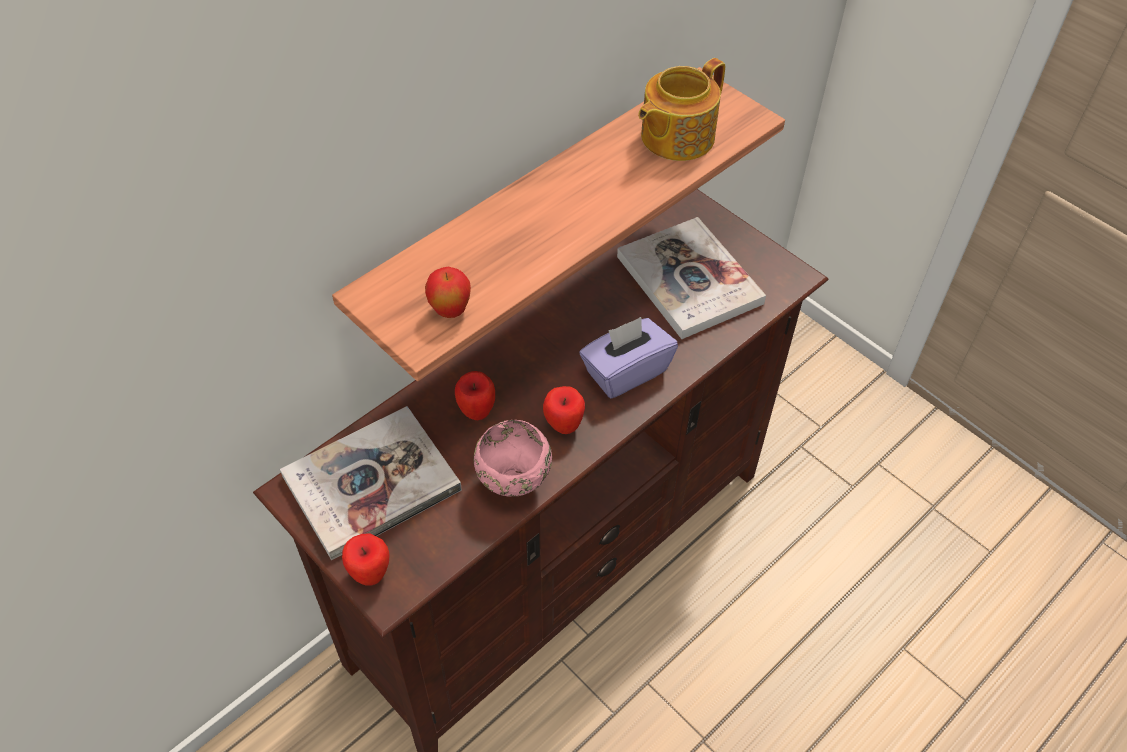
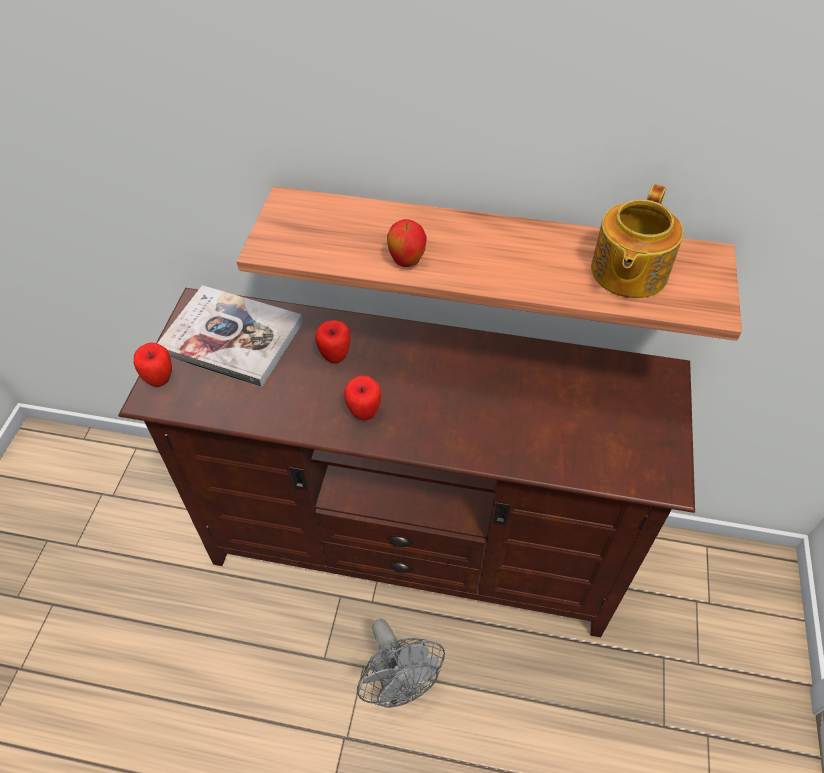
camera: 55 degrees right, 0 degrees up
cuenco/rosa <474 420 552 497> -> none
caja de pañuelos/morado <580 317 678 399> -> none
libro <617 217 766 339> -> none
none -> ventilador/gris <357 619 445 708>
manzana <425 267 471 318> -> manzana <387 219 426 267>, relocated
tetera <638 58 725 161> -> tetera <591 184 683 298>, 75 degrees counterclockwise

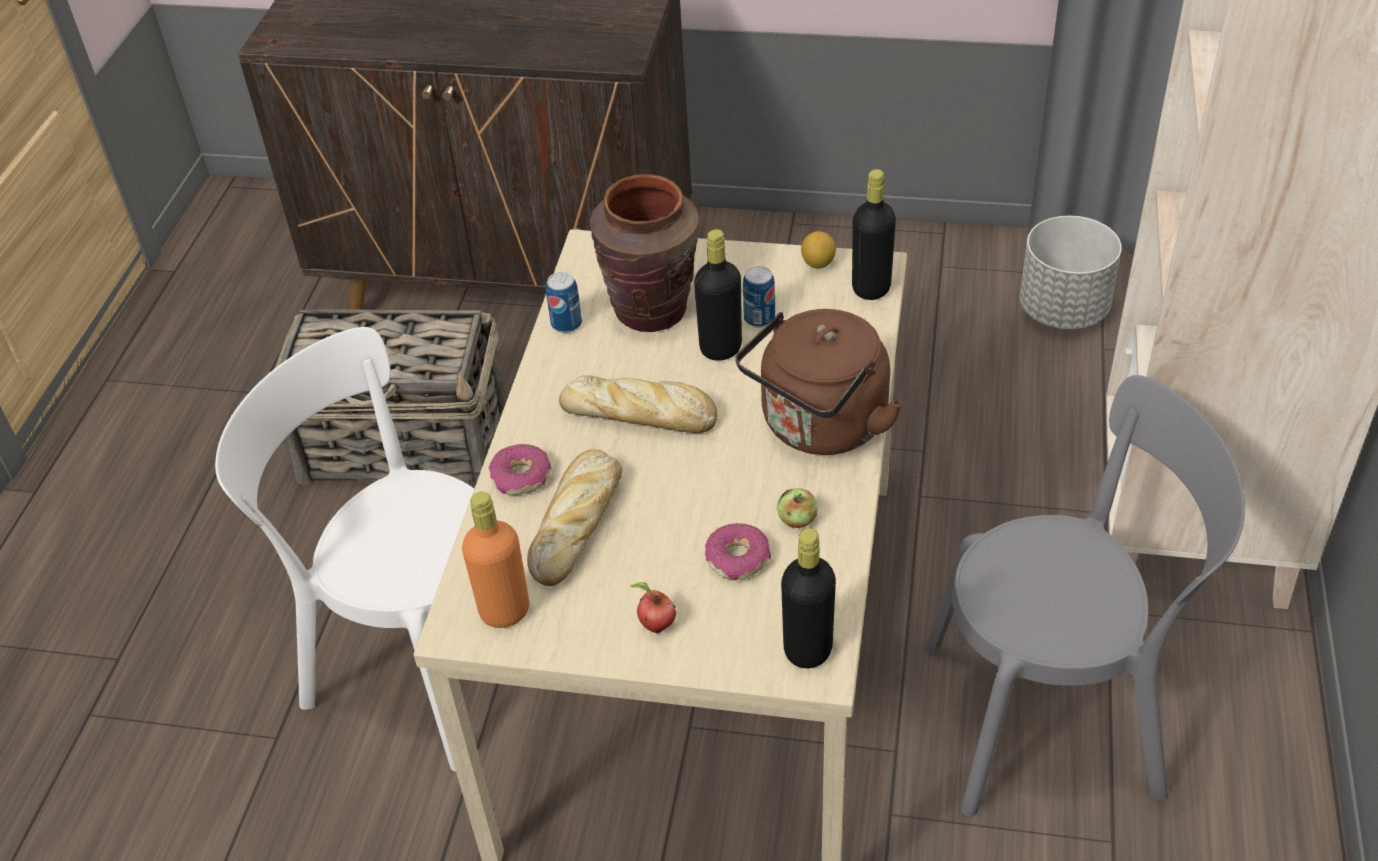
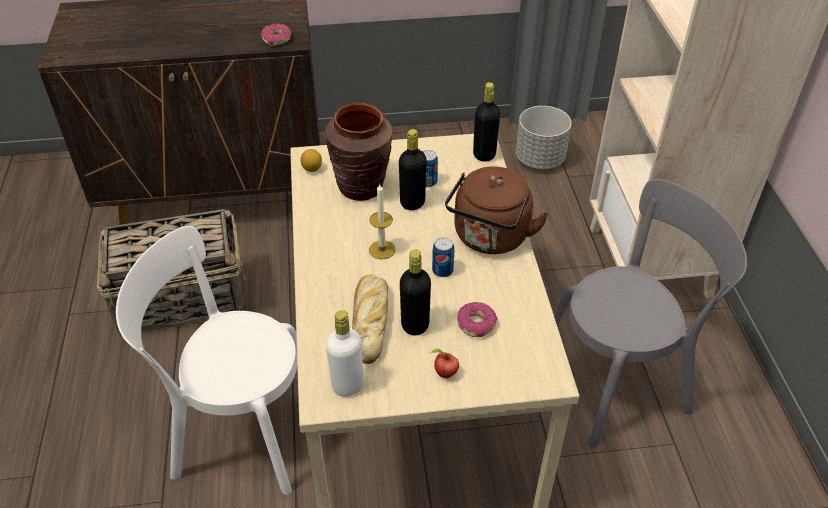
camera: 20 degrees left, 0 degrees up
manzana <777 488 818 528> -> none
rosquilla <489 444 552 495> -> rosquilla <261 24 291 46>, relocated
lata <546 272 582 333> -> lata <432 237 454 277>, relocated
botella/negro <781 528 836 668> -> botella/negro <400 249 431 335>, relocated
limón <801 231 836 269> -> limón <300 149 322 172>, relocated
pan <559 375 718 433> -> vela <369 184 396 259>
botella/naranja <462 492 529 628> -> botella/blanco <326 310 363 397>

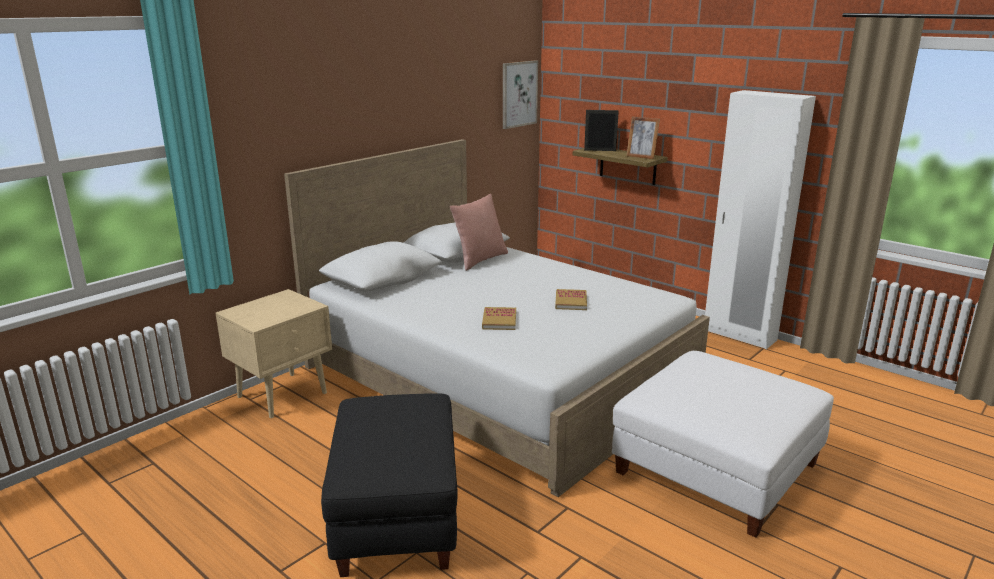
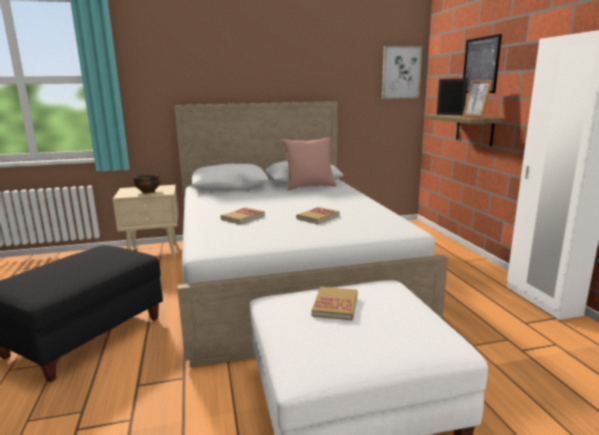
camera: 35 degrees right, 5 degrees down
none -> cuenco <133 174 160 193>
none -> libro <312 287 358 320>
none -> cuadro <463 34 502 93>

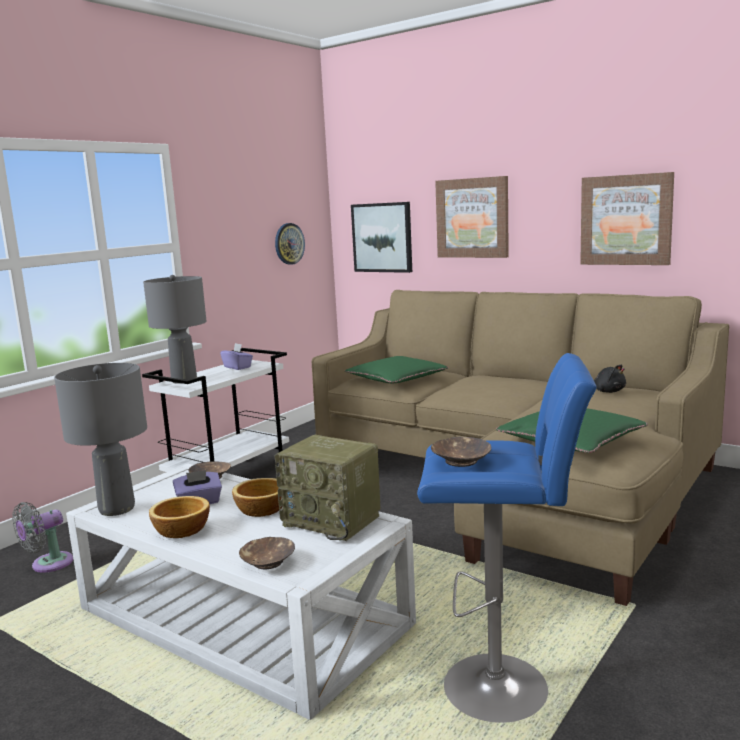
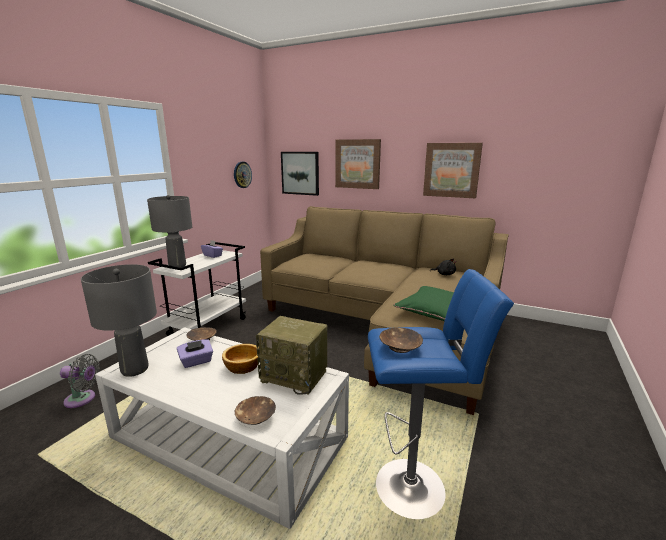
camera: 10 degrees left, 5 degrees up
cuenco <149 496 210 538> -> none
cojín/verde <345 356 448 383> -> none
ventilador/gris <12 502 73 573> -> ventilador/gris <60 354 100 408>, 120 degrees counterclockwise

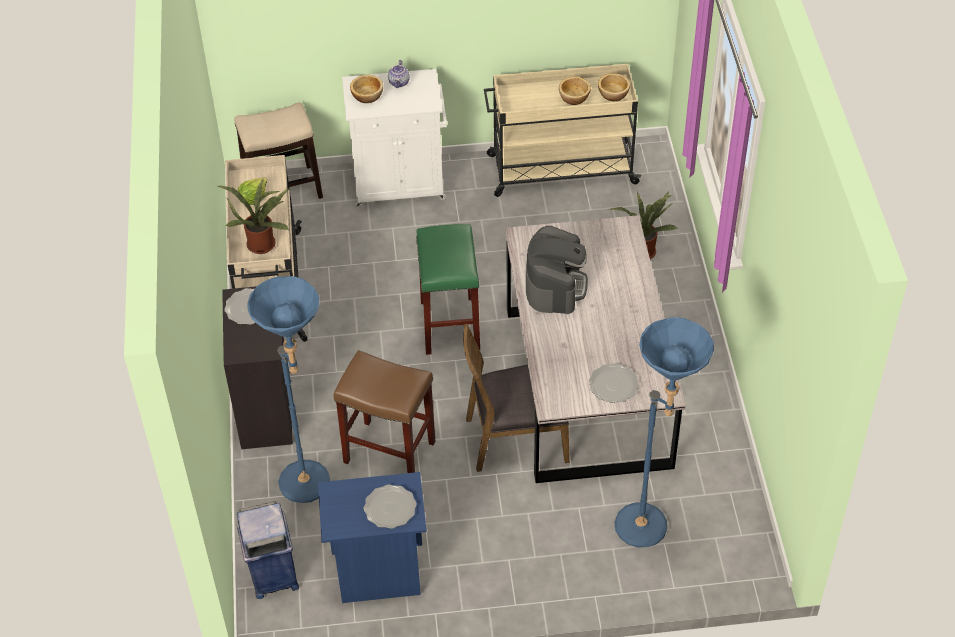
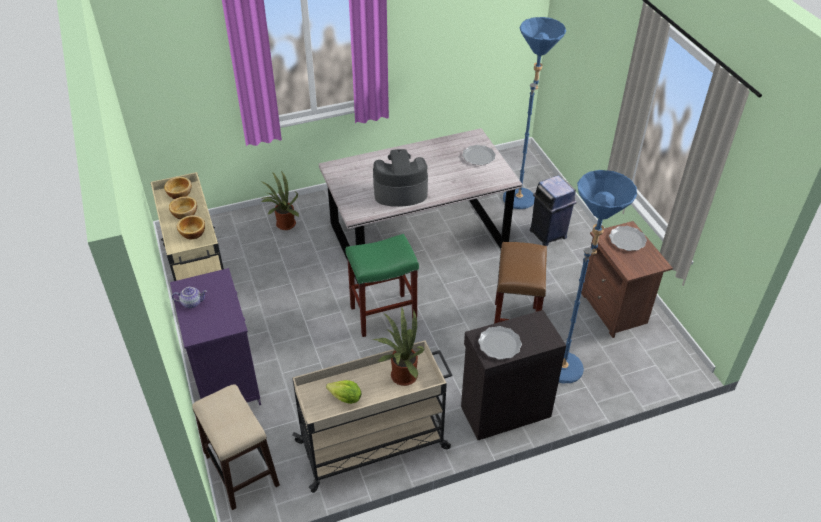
camera: 105 degrees left, 5 degrees down
silla/marrón <463 324 570 472> -> none
papelera/azul <237 501 299 599> -> papelera/azul <530 176 576 246>, relocated
cuenco <350 75 383 103> -> cuenco <177 215 205 239>, relocated
mesita de noche/azul <318 472 427 603> -> mesita de noche/marrón <581 221 673 338>
armario/blanco <342 69 447 208> -> armario/morado <170 268 261 405>

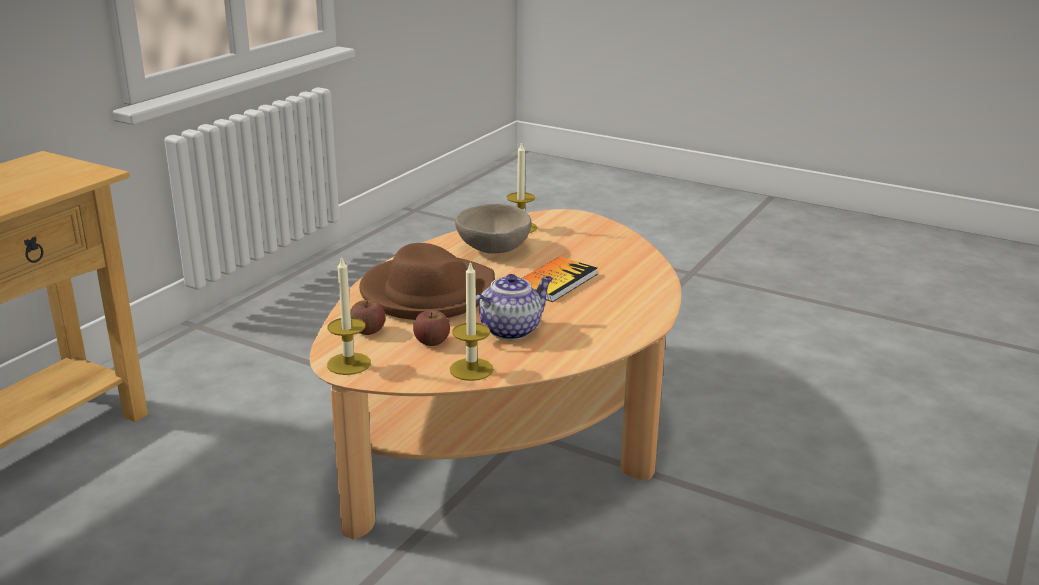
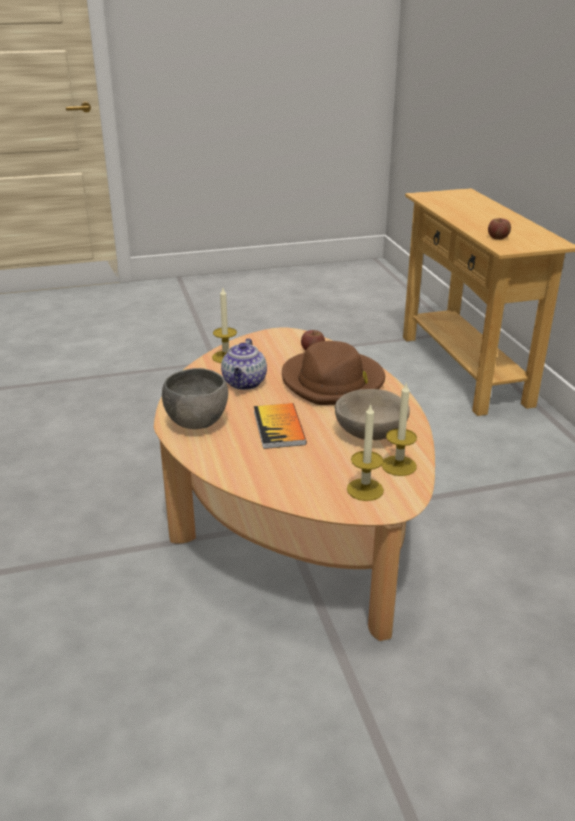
camera: 135 degrees right, 5 degrees up
none -> cuenco/gris <162 368 228 429>
vela <327 255 371 375> -> vela <347 403 384 501>, relocated
manzana <413 310 450 346> -> manzana <488 218 511 240>, relocated

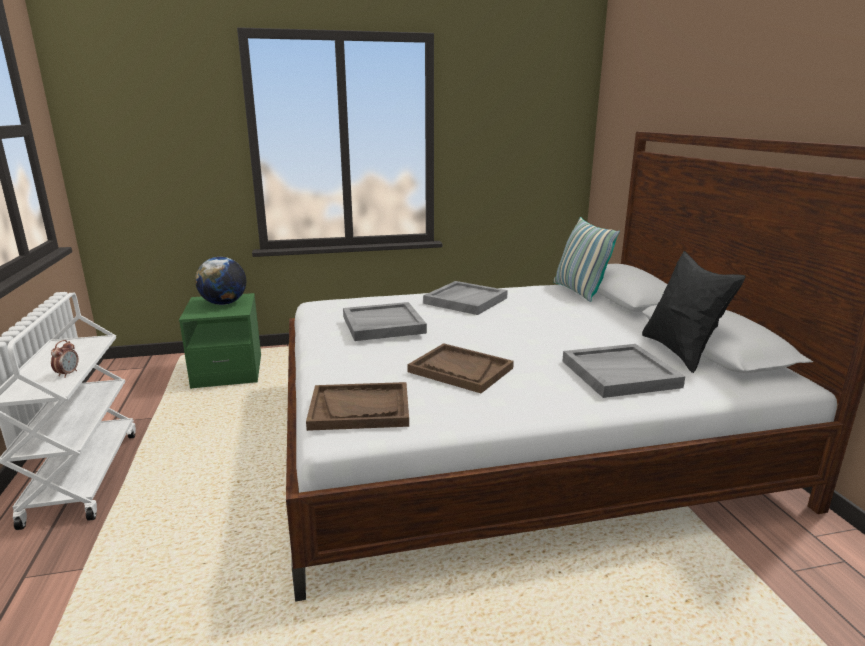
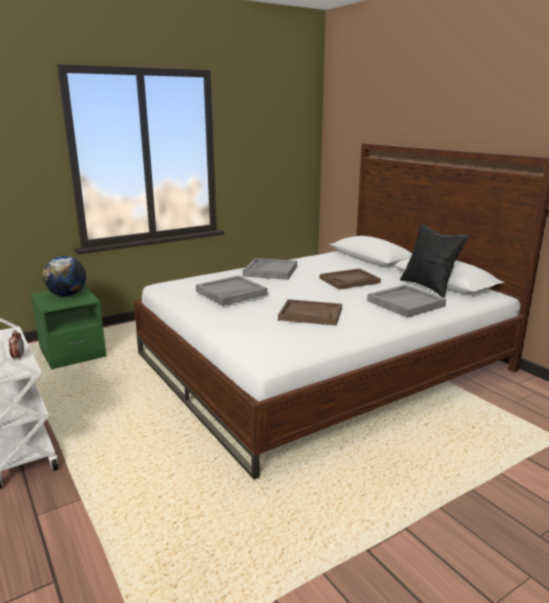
camera: 20 degrees left, 0 degrees up
cojín <554 217 620 302> -> none
bandeja/marrón <306 382 409 431> -> bandeja/marrón <320 268 381 289>, relocated

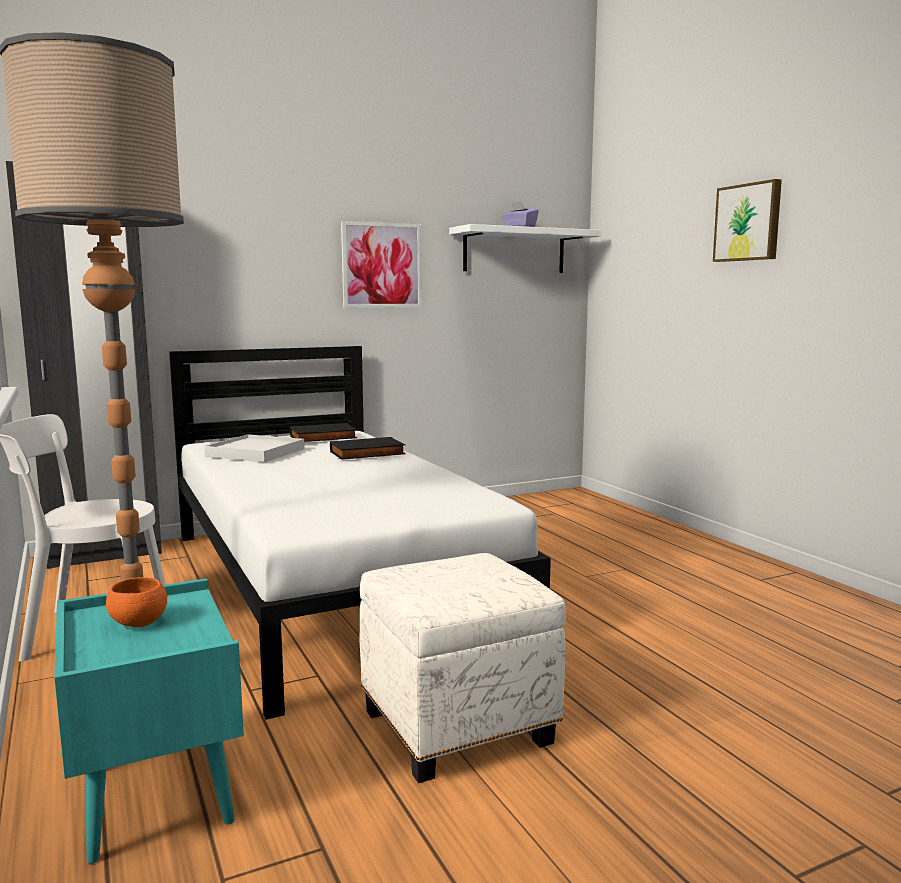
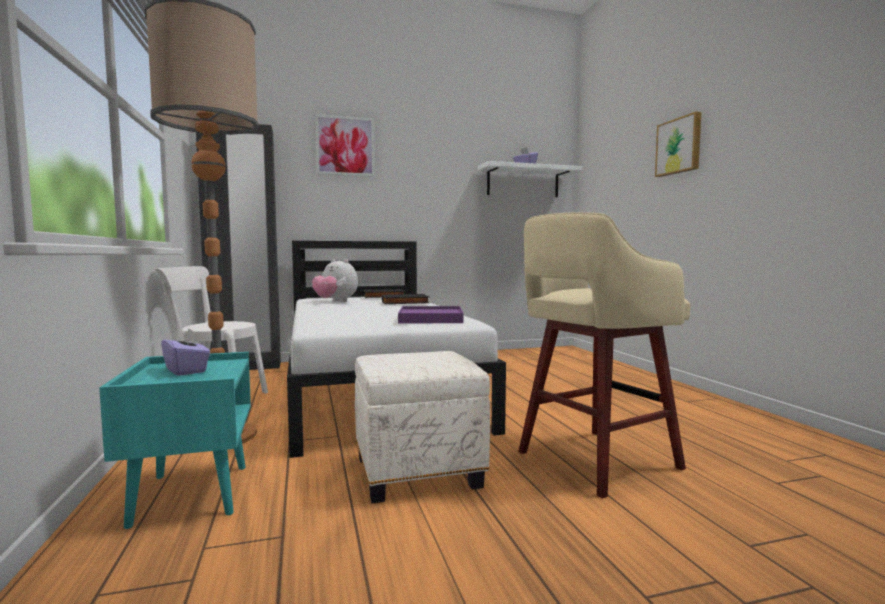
camera: 10 degrees right, 5 degrees down
none -> bandeja/morado <398 306 463 323>
none -> taburete/beis <518 212 691 498>
cuadro <341 221 422 308> -> cuadro <315 114 375 177>, relocated
cuenco/naranja <106 577 167 627> -> caja de pañuelos/morado <161 329 210 376>
bandeja/blanco <204 434 305 462> -> peluche <312 259 358 302>

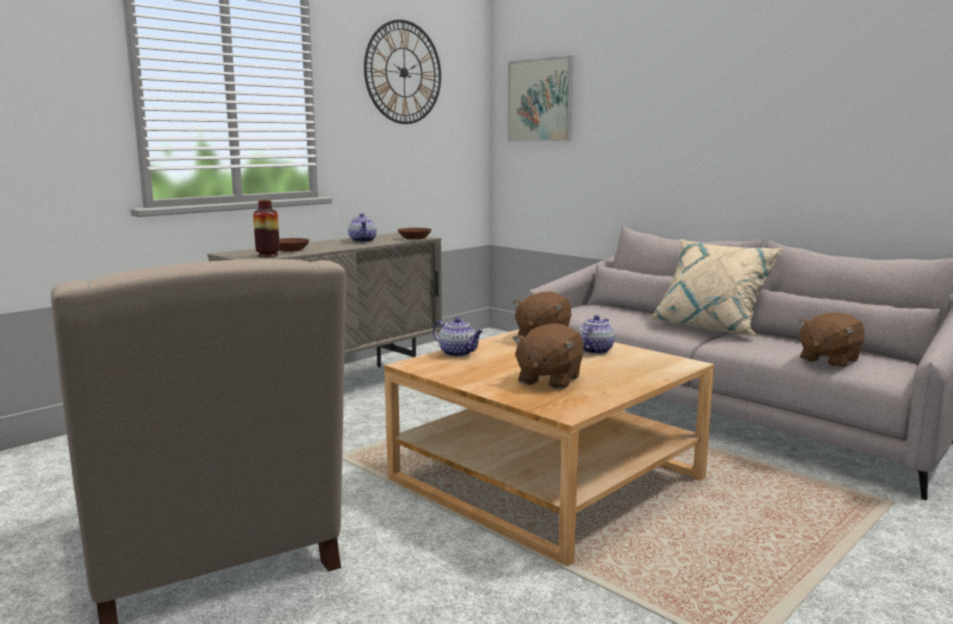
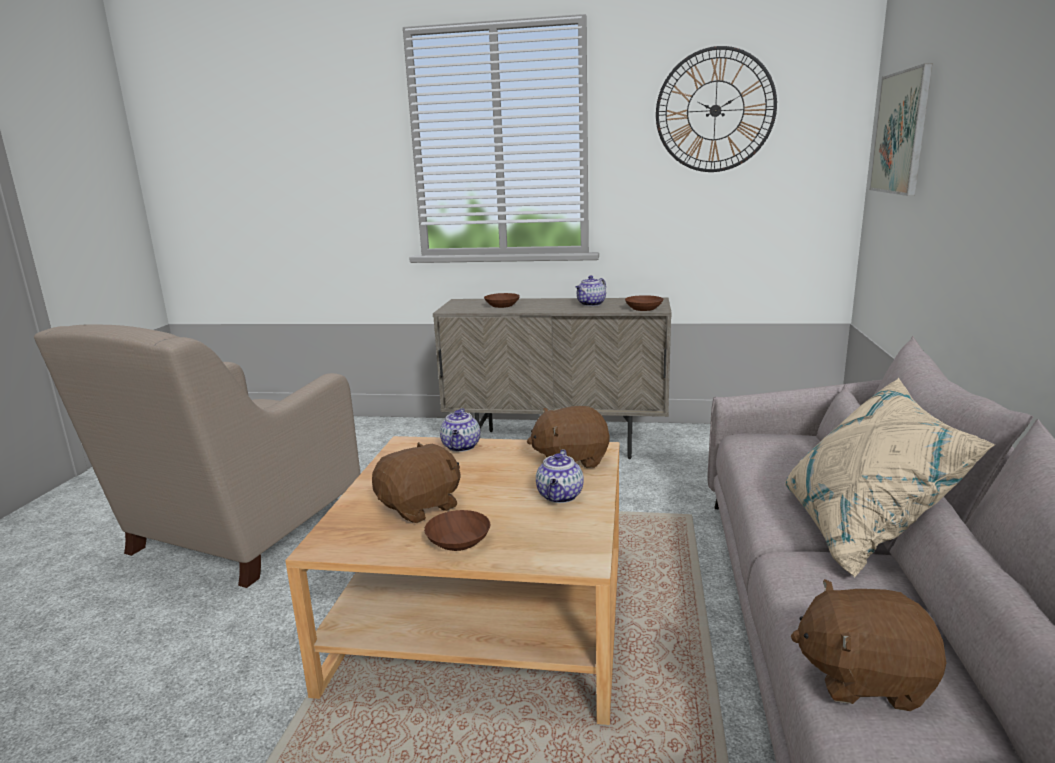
camera: 55 degrees right, 5 degrees up
florero <253 200 280 257> -> none
none -> cuenco/marrón <424 510 490 551>
peluche/marrón <512 323 584 389> -> peluche/marrón <372 442 460 523>, 150 degrees clockwise
tetera <578 315 615 354> -> tetera <536 449 584 503>, 105 degrees clockwise

